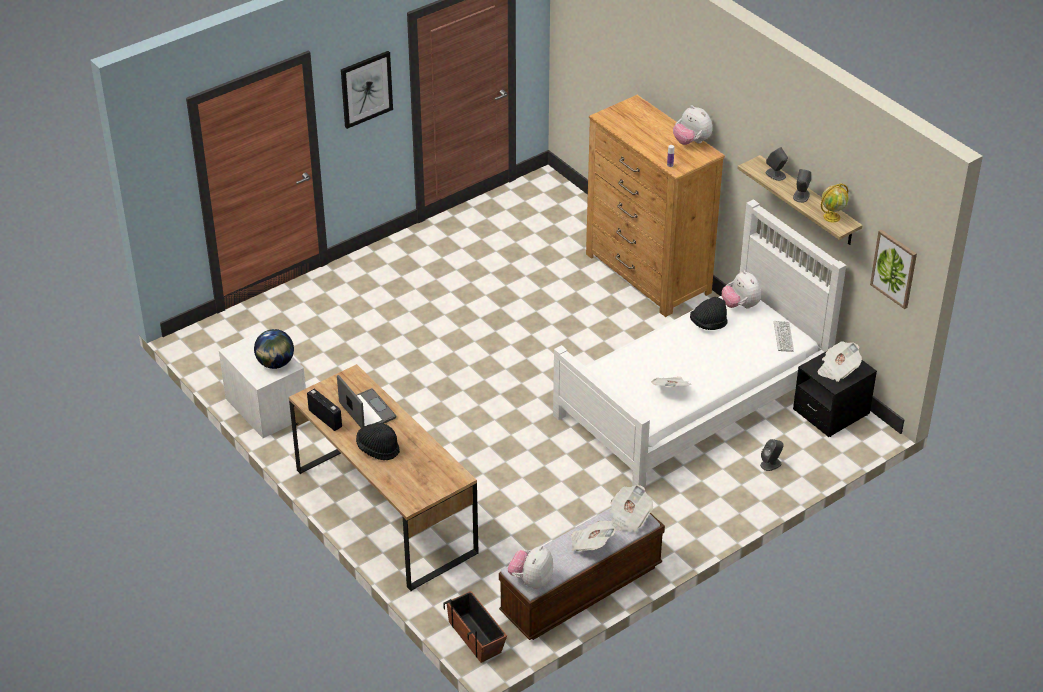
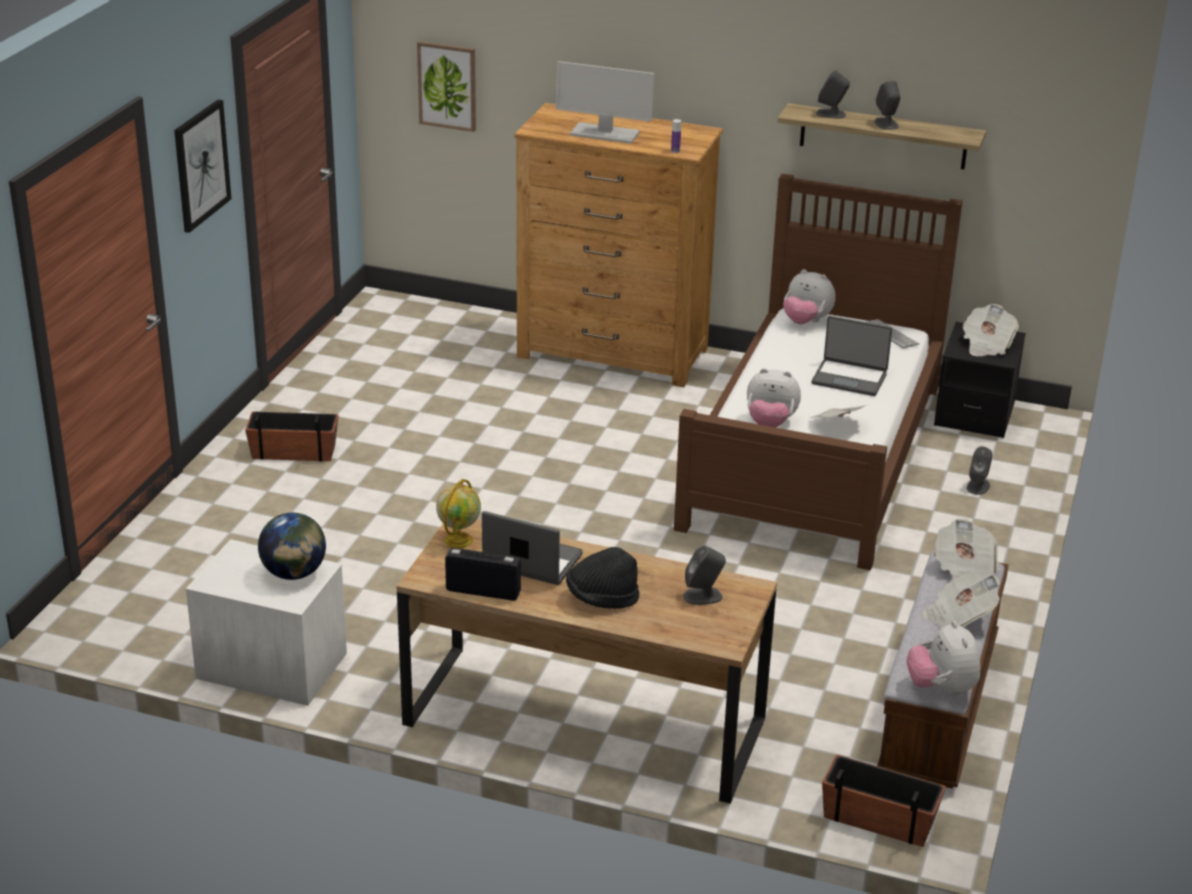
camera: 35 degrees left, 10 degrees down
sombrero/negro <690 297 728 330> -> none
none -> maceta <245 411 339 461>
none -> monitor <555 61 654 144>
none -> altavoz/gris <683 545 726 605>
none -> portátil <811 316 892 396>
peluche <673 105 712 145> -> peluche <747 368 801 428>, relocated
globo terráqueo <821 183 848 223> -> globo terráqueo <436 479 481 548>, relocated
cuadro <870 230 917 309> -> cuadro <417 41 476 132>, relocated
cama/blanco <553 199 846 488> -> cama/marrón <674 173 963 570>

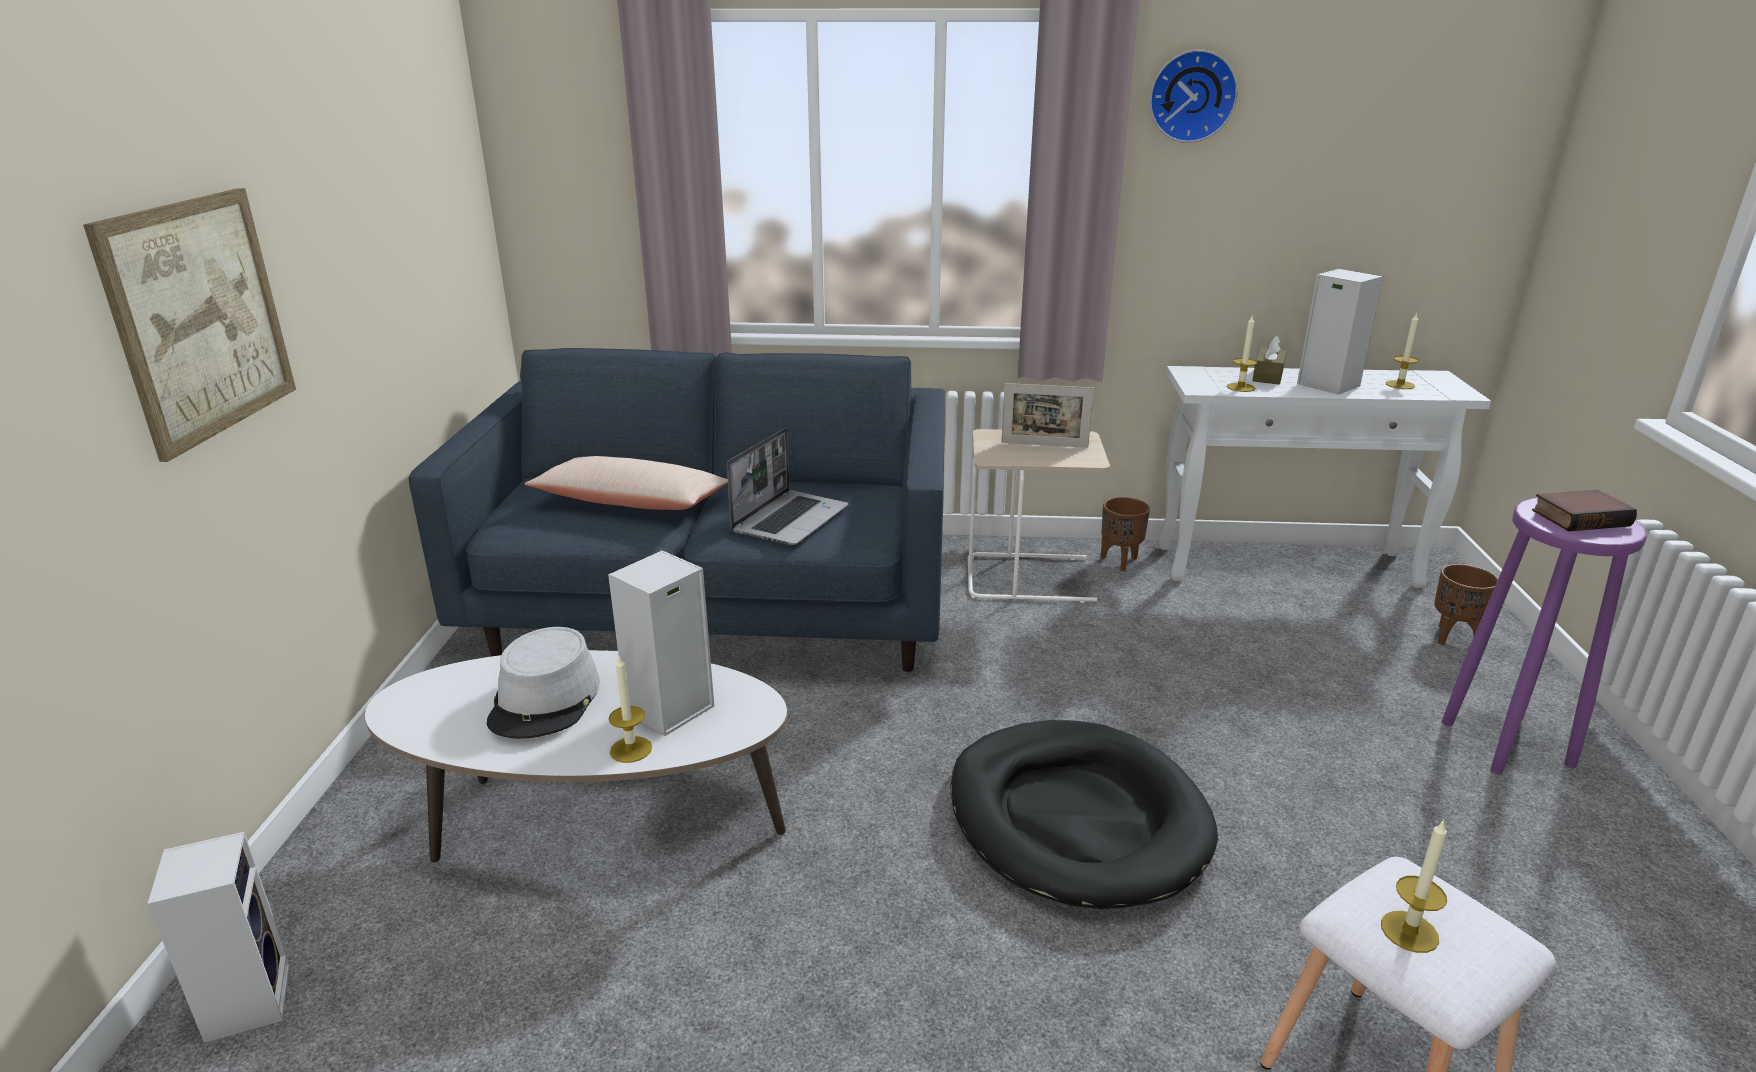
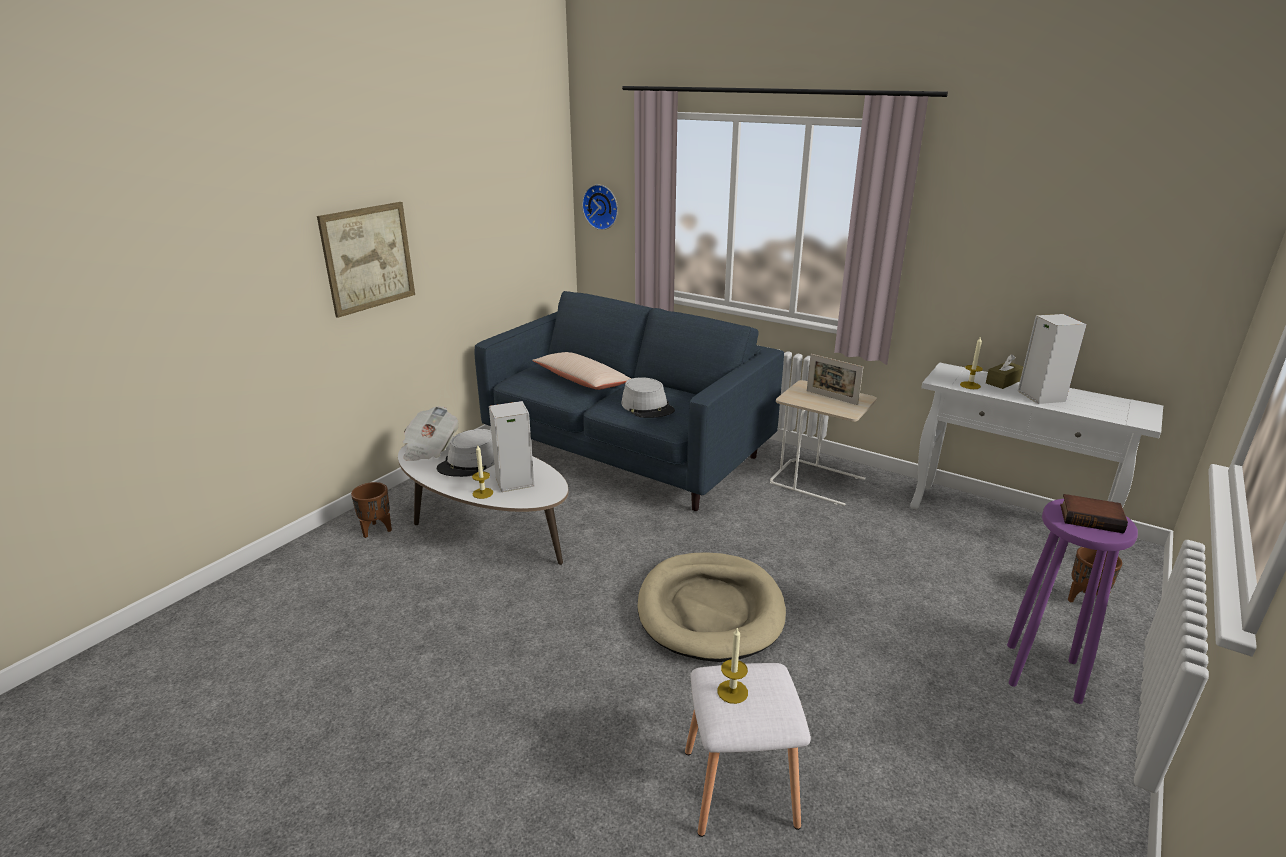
camera: 30 degrees right, 0 degrees up
altavoz <147 832 290 1043> -> none
vela <1386 312 1419 389> -> none
none -> periódico <403 406 459 461>
maceta/marrón <1101 497 1150 571> -> maceta/marrón <351 482 392 538>, relocated
reloj de pared <1149 49 1238 143> -> reloj de pared <582 184 618 230>, relocated
portátil <727 428 848 545> -> sombrero/gris <621 377 675 418>
cama para perro/negro <950 720 1218 909> -> cama para perro/beis <638 552 786 662>

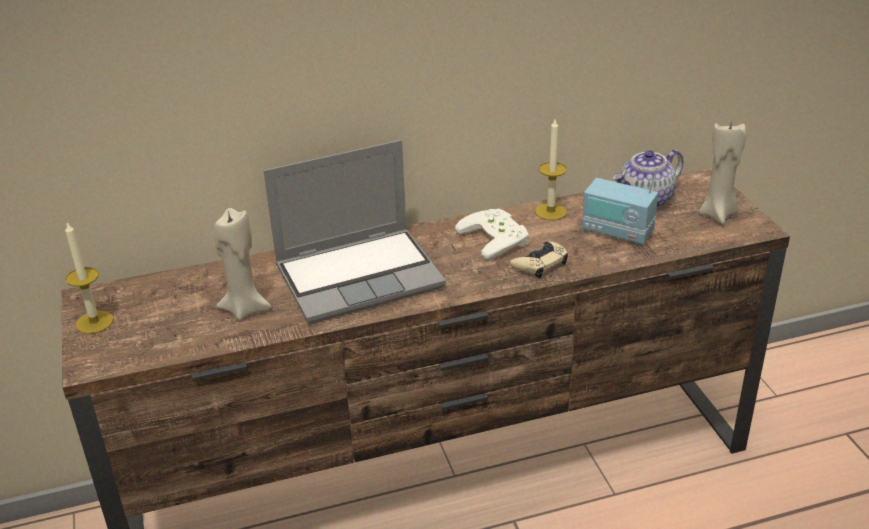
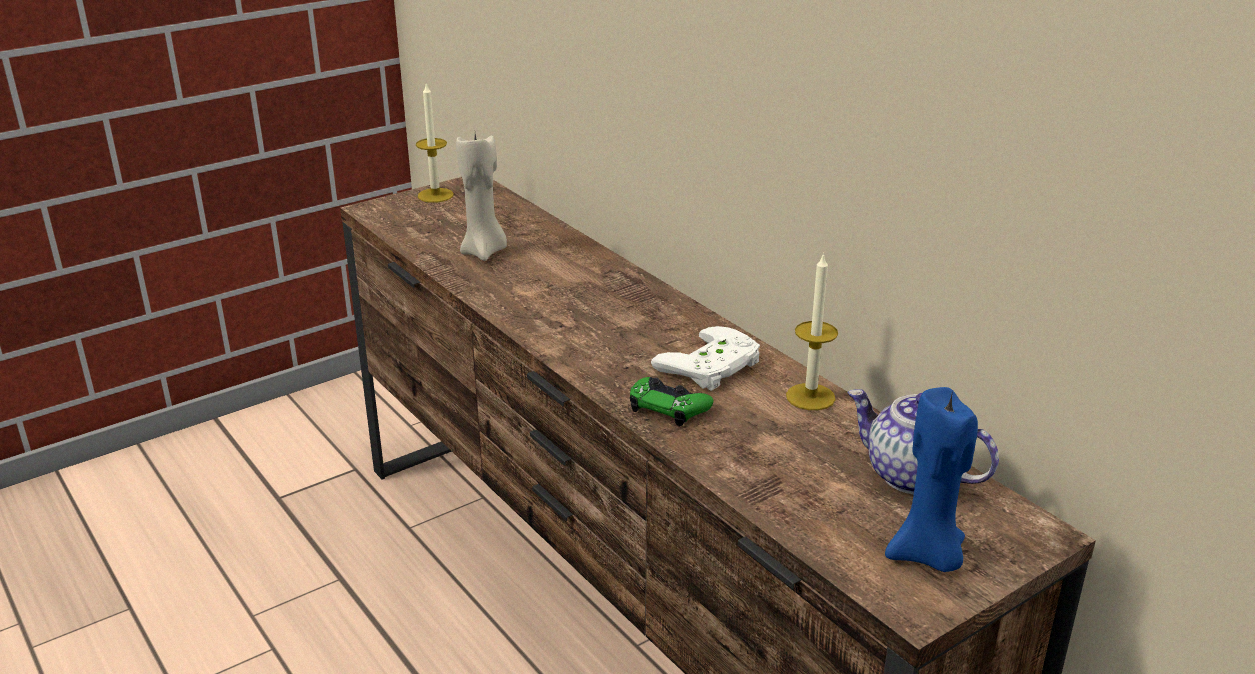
camera: 70 degrees right, 5 degrees down
portátil <263 140 446 323> -> none
radio <582 167 658 245> -> none
mando de consola/beis <510 242 568 279> -> mando de consola/verde <630 377 714 426>
vela/beis <699 120 746 224> -> vela/azul <885 387 978 572>

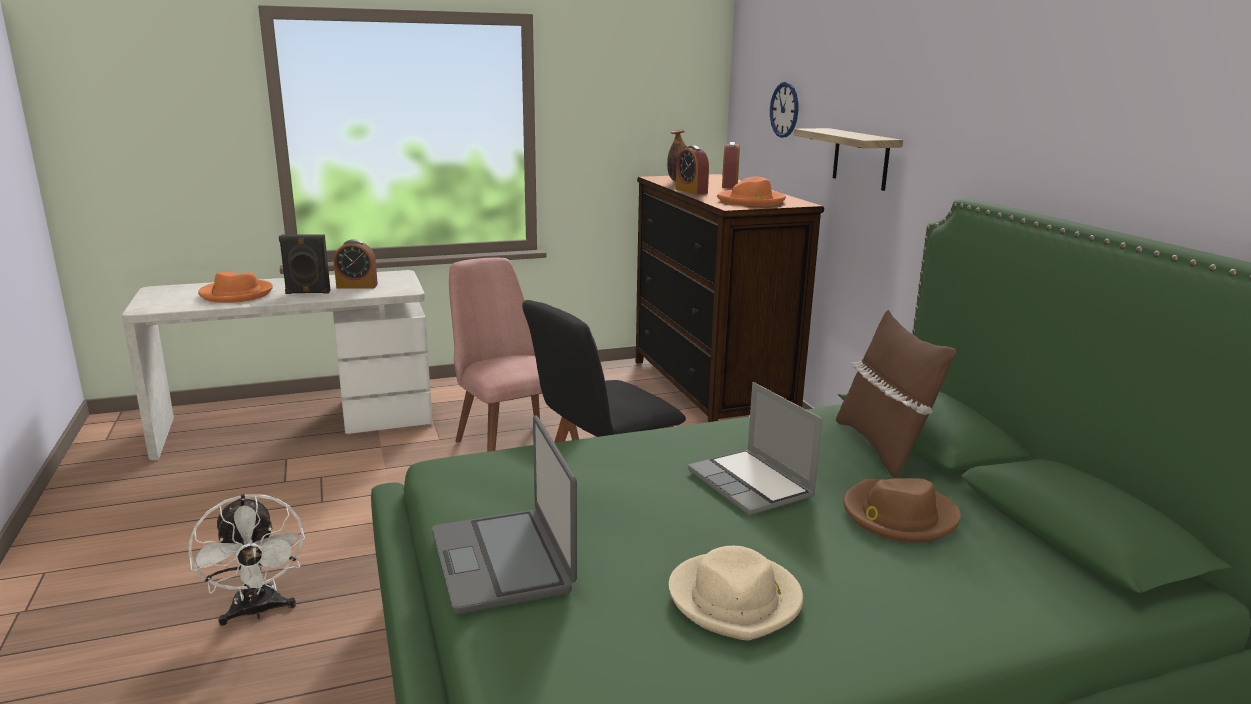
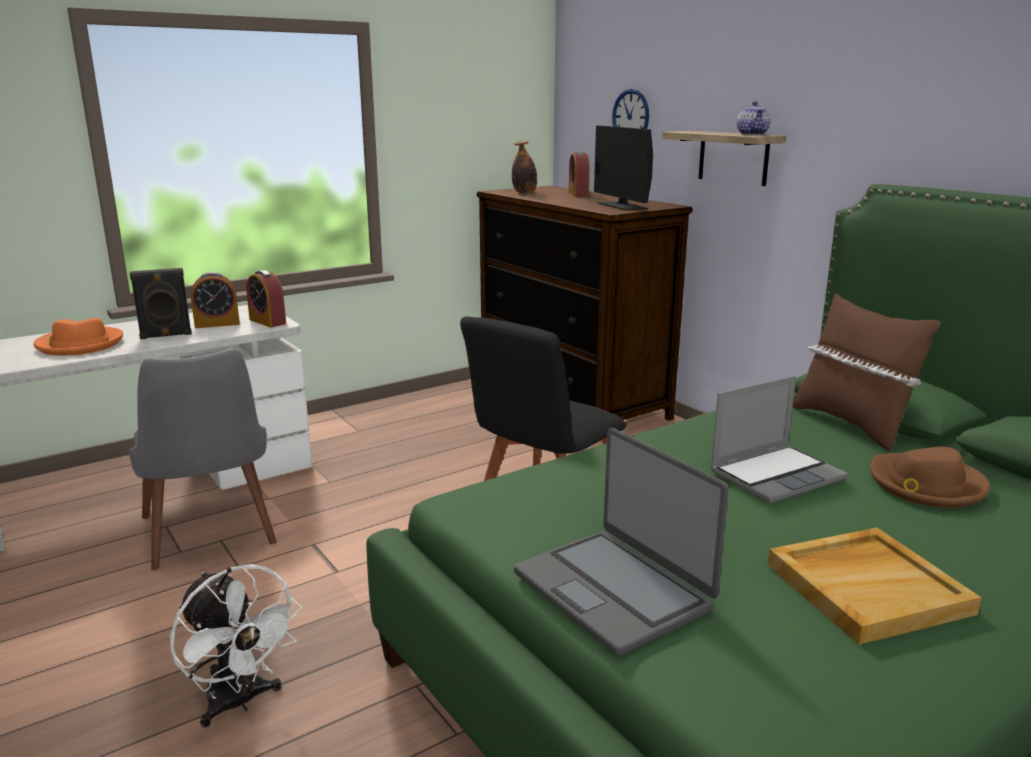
camera: 15 degrees left, 0 degrees up
silla/rosa <449 258 579 452> -> none
none -> silla/gris <129 348 277 570>
none -> tetera <737 101 770 135>
despertador <676 146 709 194> -> despertador <246 270 286 327>, relocated
sombrero/beis <669 546 803 640> -> bandeja/beis <767 528 982 645>
sombrero/naranja <717 177 786 206> -> monitor <594 126 653 210>
portátil <688 382 822 515> -> portátil <710 376 848 504>, 75 degrees counterclockwise

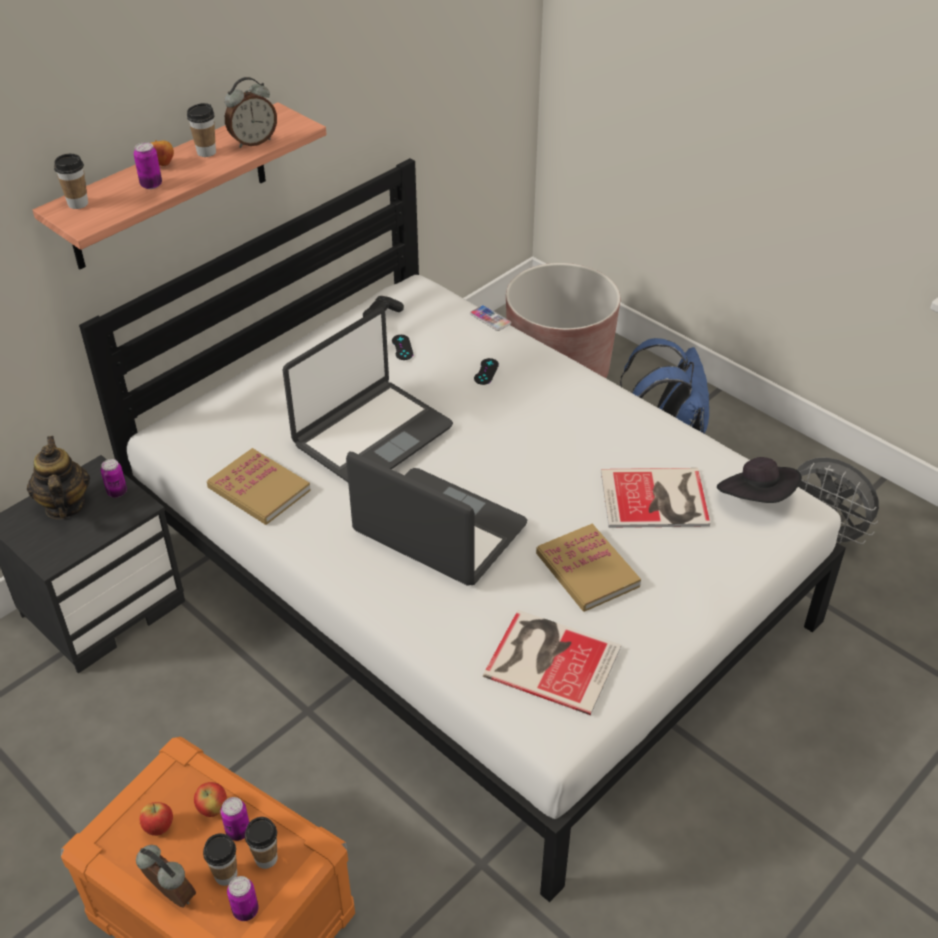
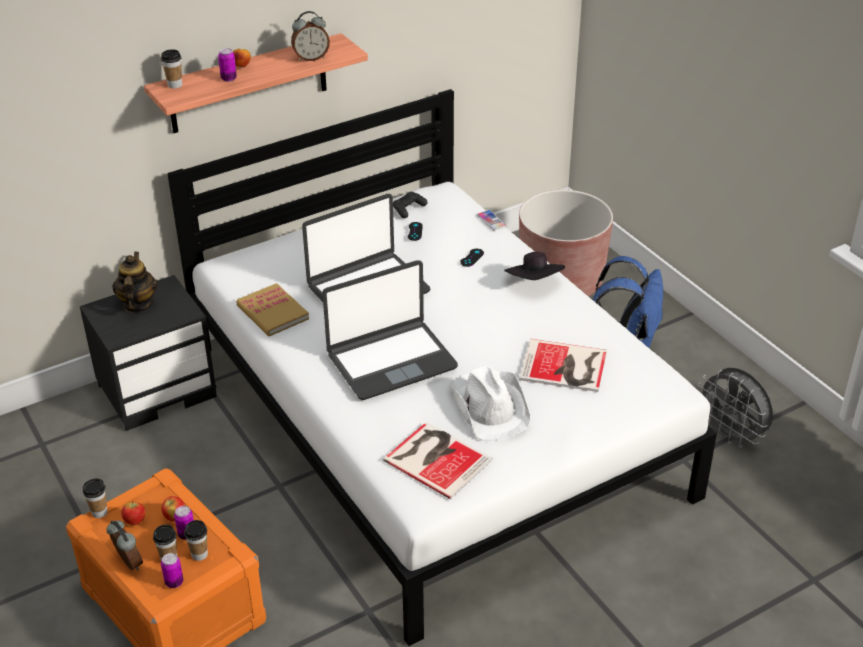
camera: 15 degrees right, 5 degrees down
lata <101 459 127 498> -> none
taza <187 103 216 157> -> taza <83 478 108 518>, relocated
sombrero/negro <717 457 802 503> -> sombrero/negro <504 252 565 280>, relocated
libro <536 524 641 612> -> sombrero/blanco <449 366 531 441>
portátil <346 452 527 585> -> portátil <323 260 458 400>, 105 degrees clockwise

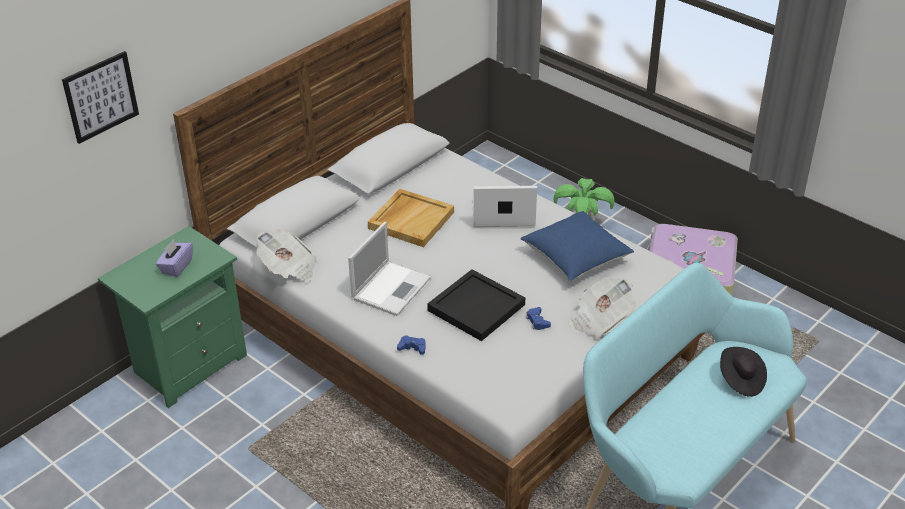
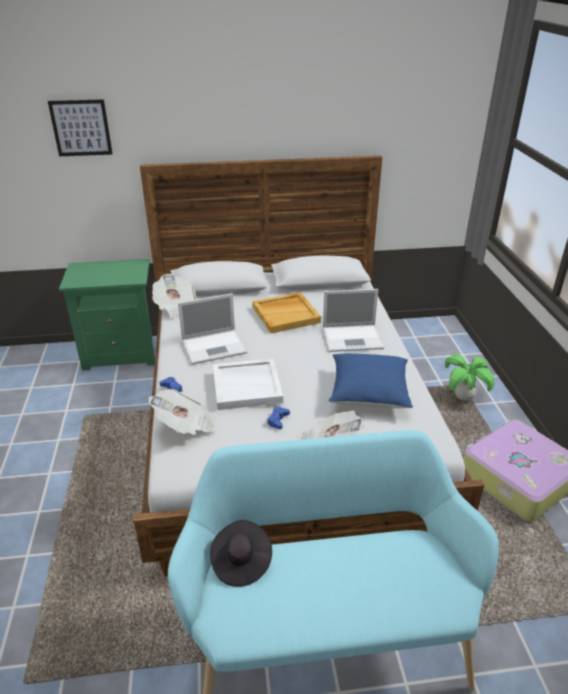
camera: 40 degrees right, 5 degrees down
caja de pañuelos/morado <156 239 193 277> -> none
none -> periódico <149 389 216 435>
sombrero/negro <720 347 767 397> -> sombrero/negro <210 520 272 587>, relocated
bandeja/negro <427 269 525 341> -> bandeja/blanco <213 358 283 410>
portátil <472 186 537 227> -> portátil <323 289 384 352>, 135 degrees clockwise

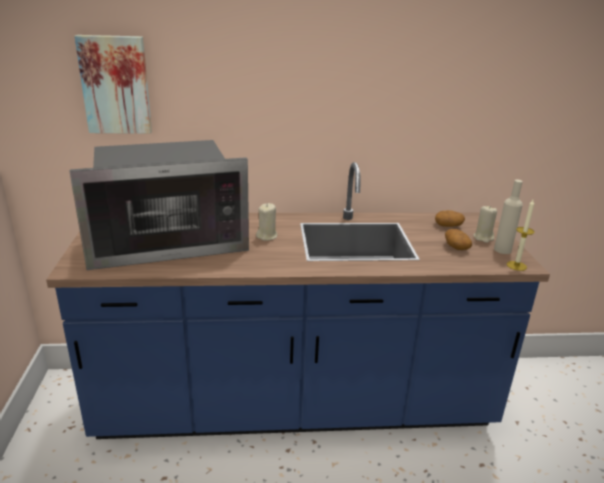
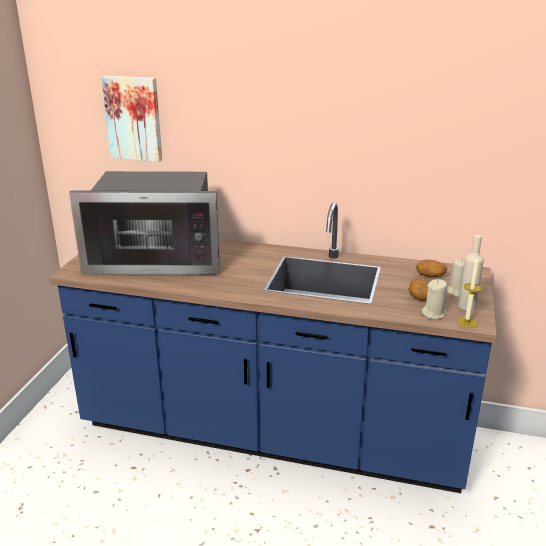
camera: 20 degrees right, 0 degrees up
vela/beis <256 203 278 241> -> vela/beis <421 279 447 319>, relocated

